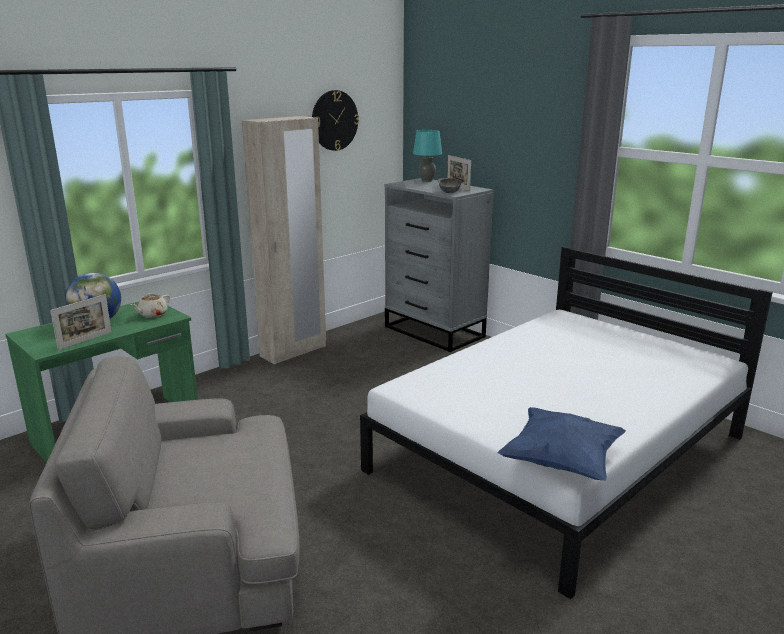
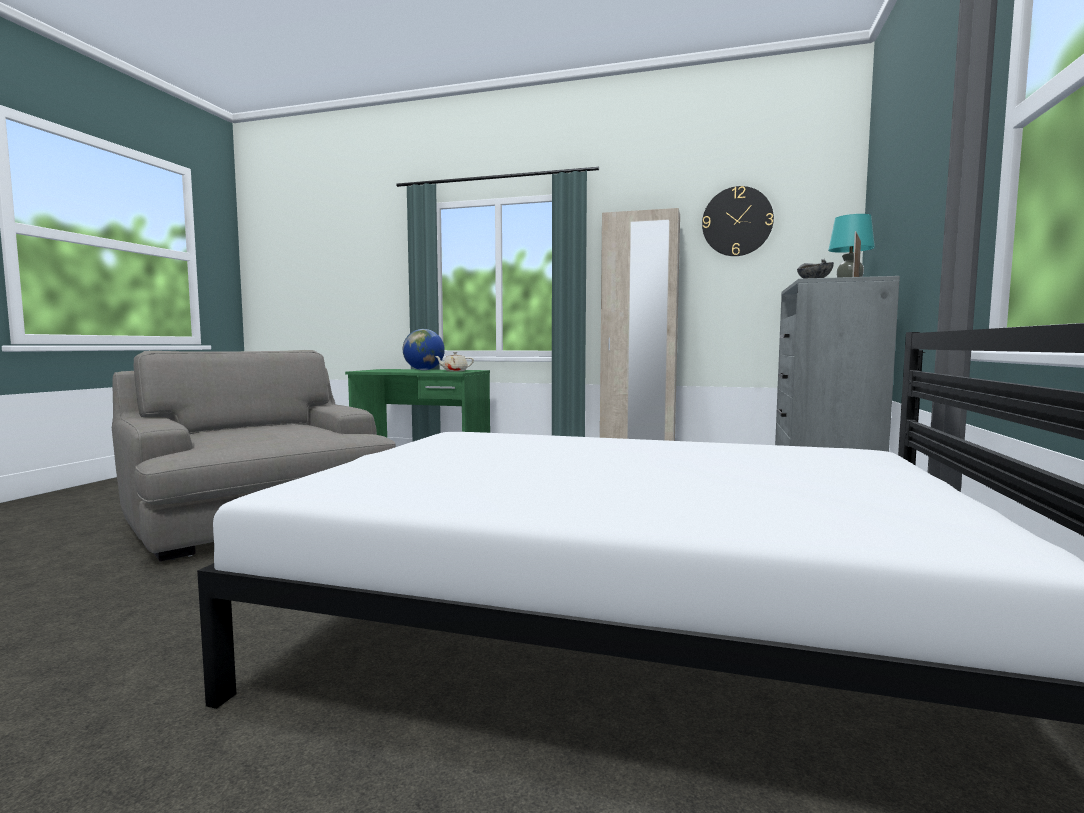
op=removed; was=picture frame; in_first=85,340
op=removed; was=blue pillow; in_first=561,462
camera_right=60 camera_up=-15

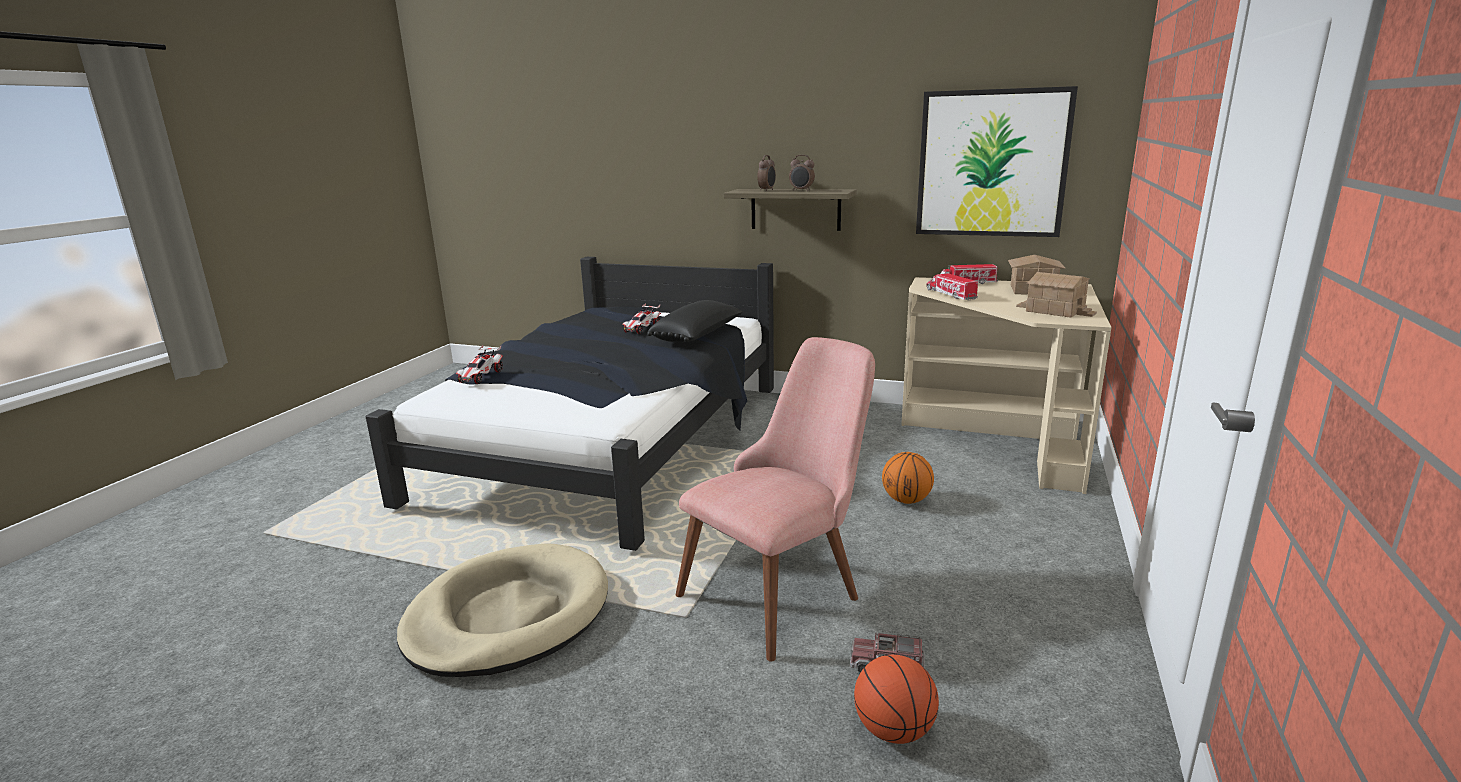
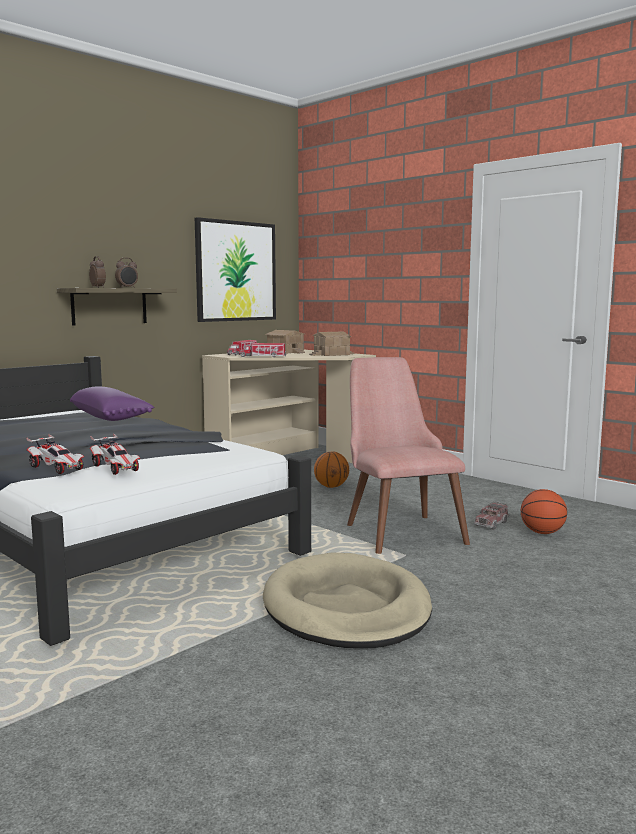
op=moved; was=toy car; in_first=642,329; in_second=116,468
op=recoloured; was=black pillow; now=purple pillow; in_first=698,336; in_second=111,418
camera_right=-65 camera_up=-10

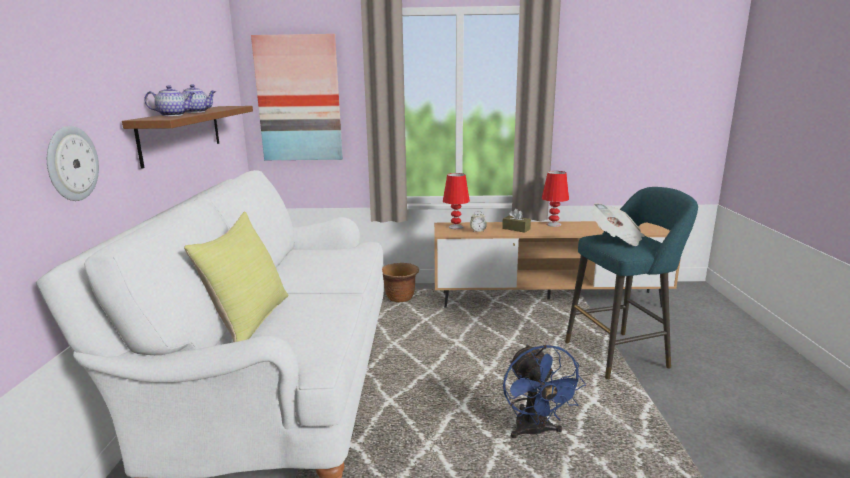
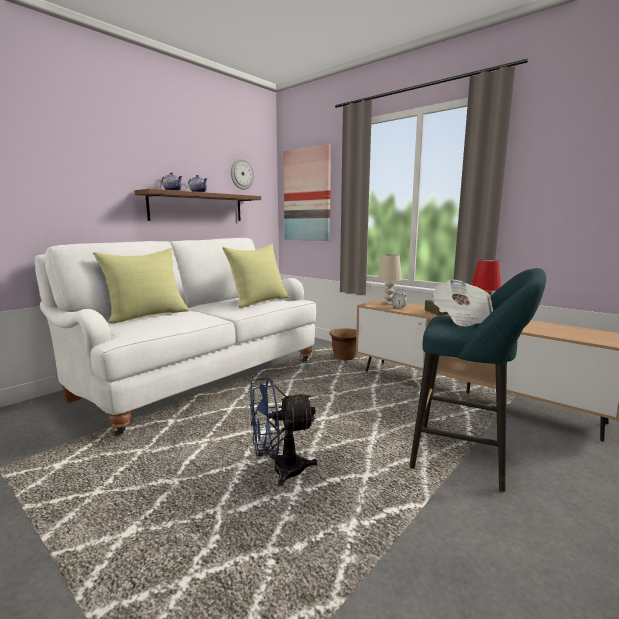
op=moved; was=wall clock; in_first=71,163; in_second=242,174
op=recoloured; was=red table lamp; now=beige table lamp; in_first=456,227; in_second=389,303
op=turned; was=blue fan; in_first=534,432; in_second=280,470; clockwise=45
op=added; now=yellow pillow; in_second=259,301
camera_right=40 camera_up=-5

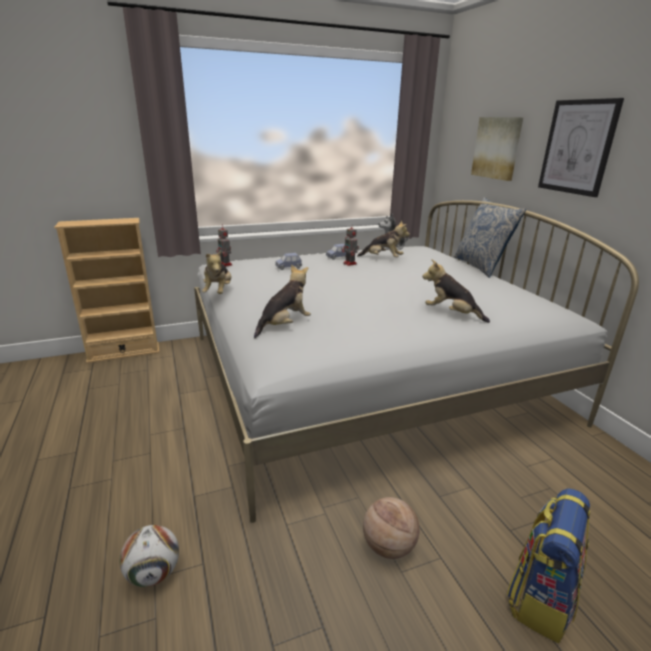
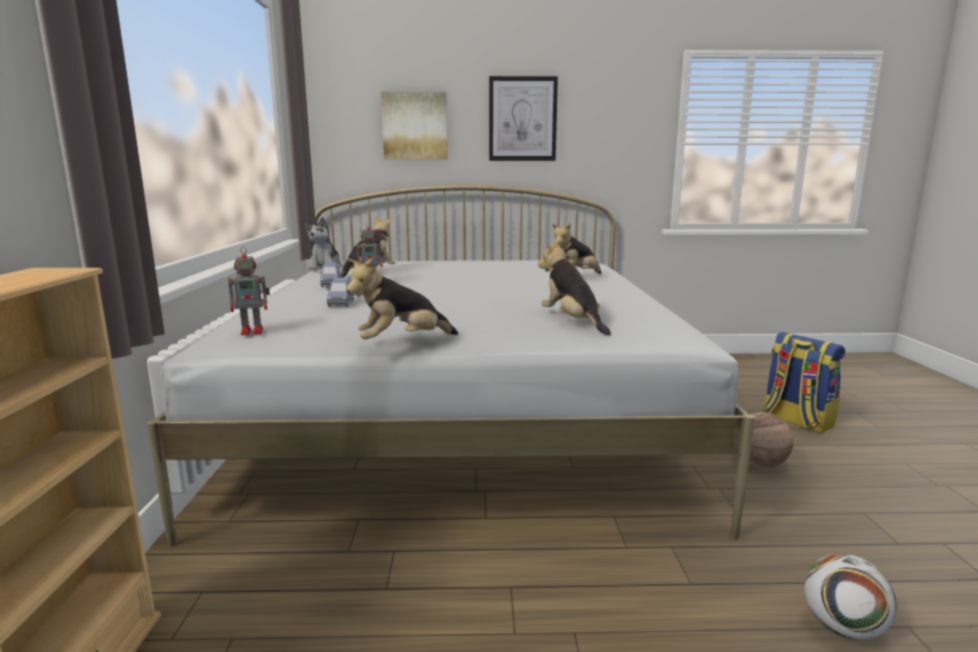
op=turned; was=plush toy; in_first=218,292; in_second=402,342; clockwise=135
op=removed; was=pillow; in_first=481,266
camera_right=-70 camera_up=-10

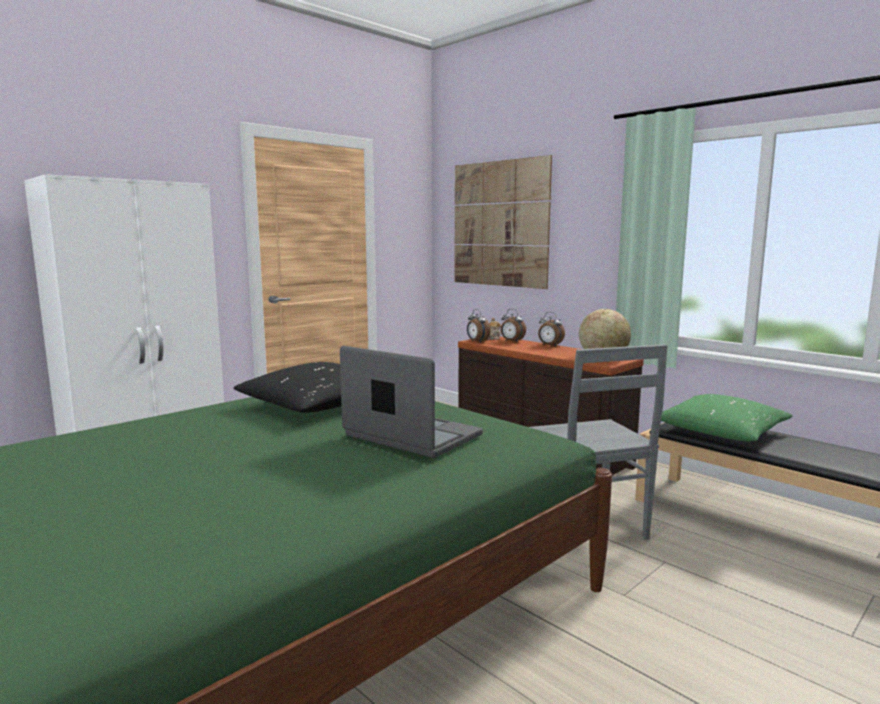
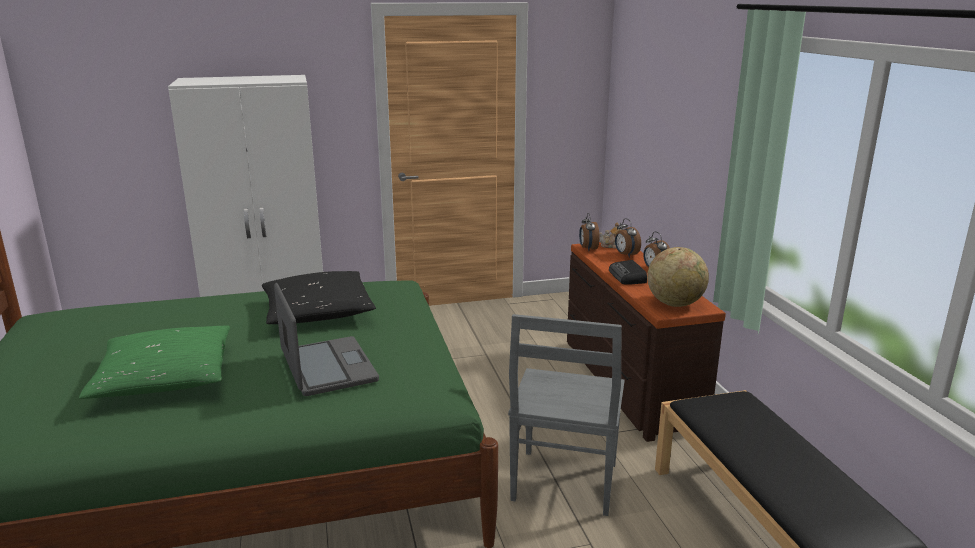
op=removed; was=picture; in_first=500,224
op=moved; was=green pillow; in_first=720,432; in_second=164,378
op=added; now=radio; in_second=628,277
camera_right=30 camera_up=10

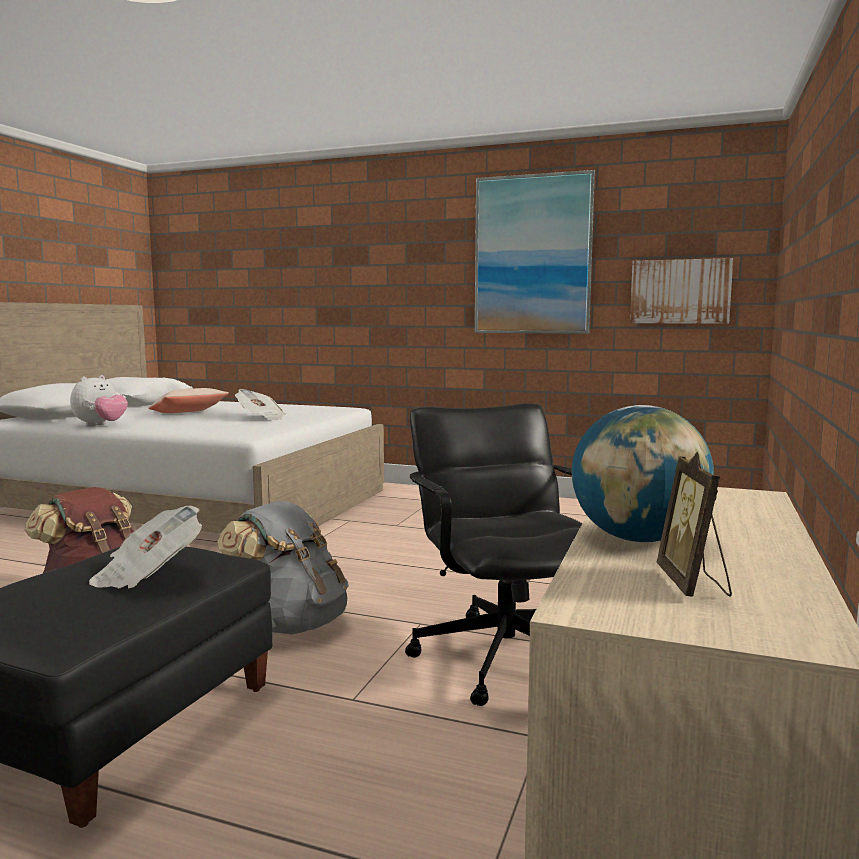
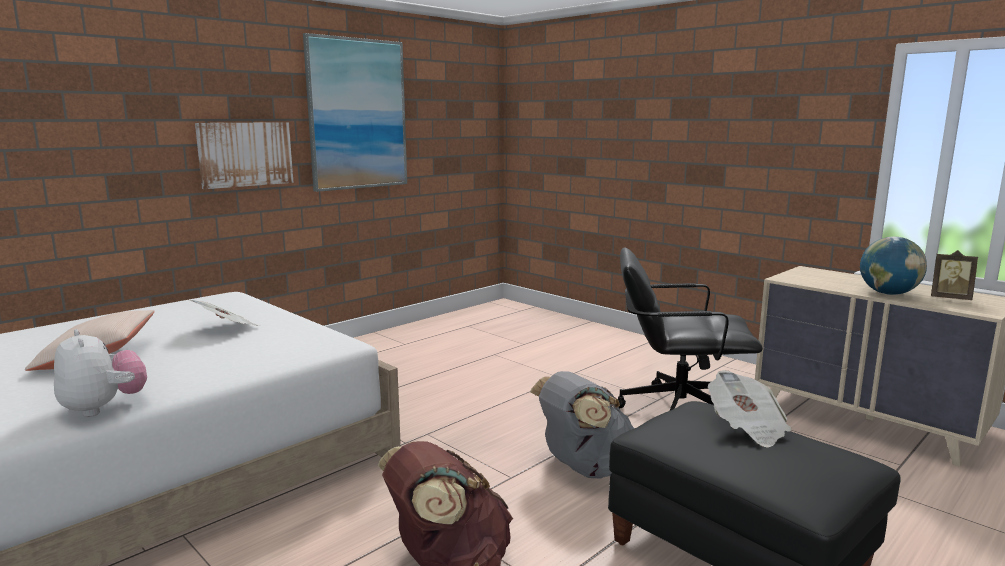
op=moved; was=picture; in_first=680,291; in_second=245,154
camera_right=-65 camera_up=5

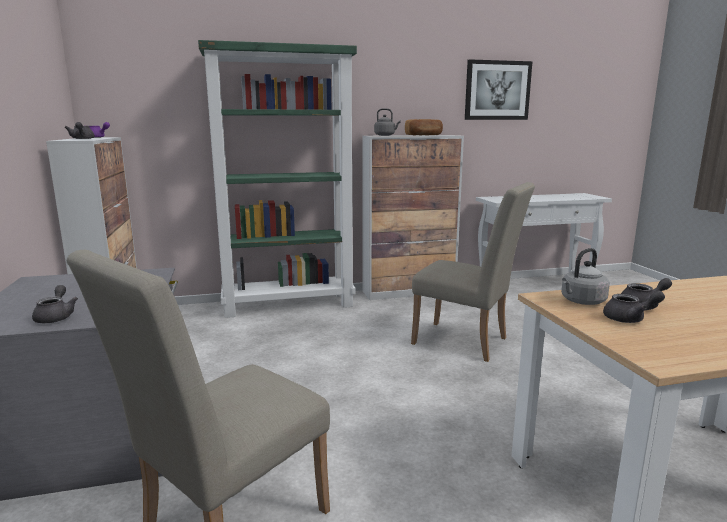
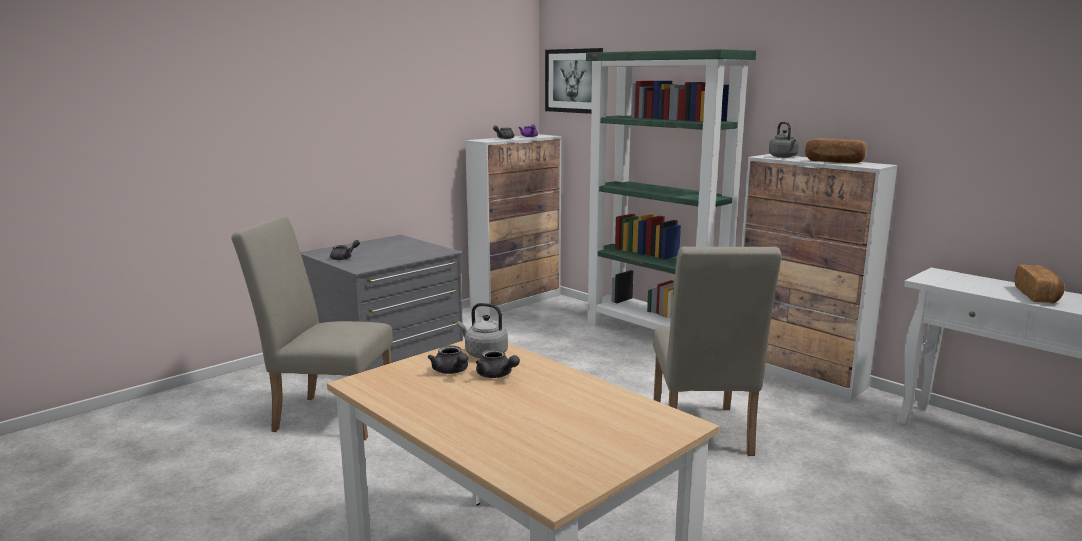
op=moved; was=picture; in_first=497,90; in_second=574,81
op=added; now=bread; in_second=1037,296
camera_right=60 camera_up=0

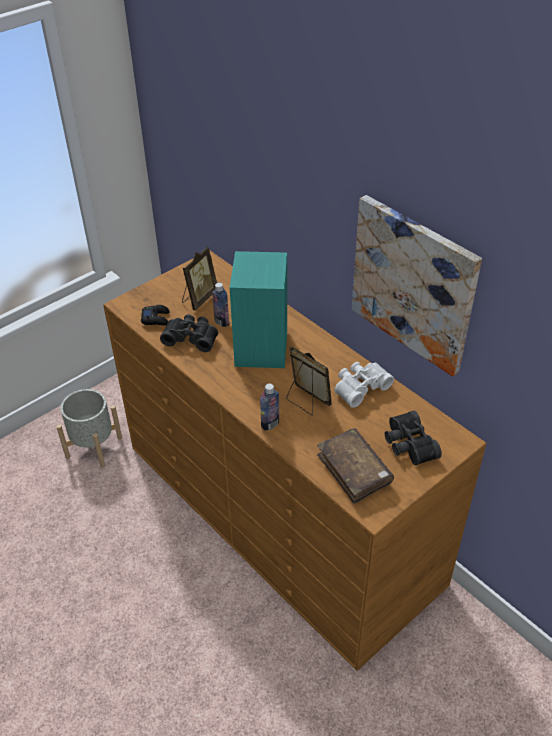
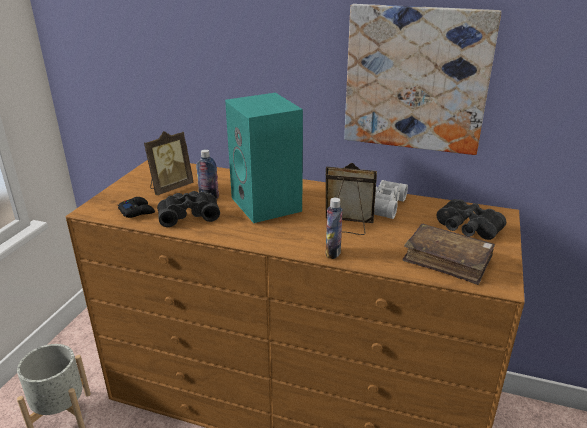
op=turned; was=picture frame; in_first=199,298; in_second=170,188; clockwise=45
camera_right=-30 camera_up=-15

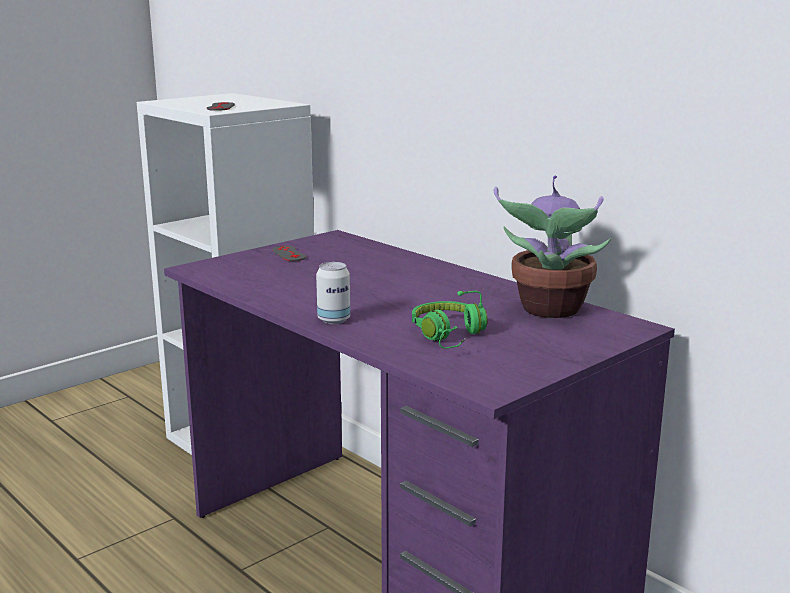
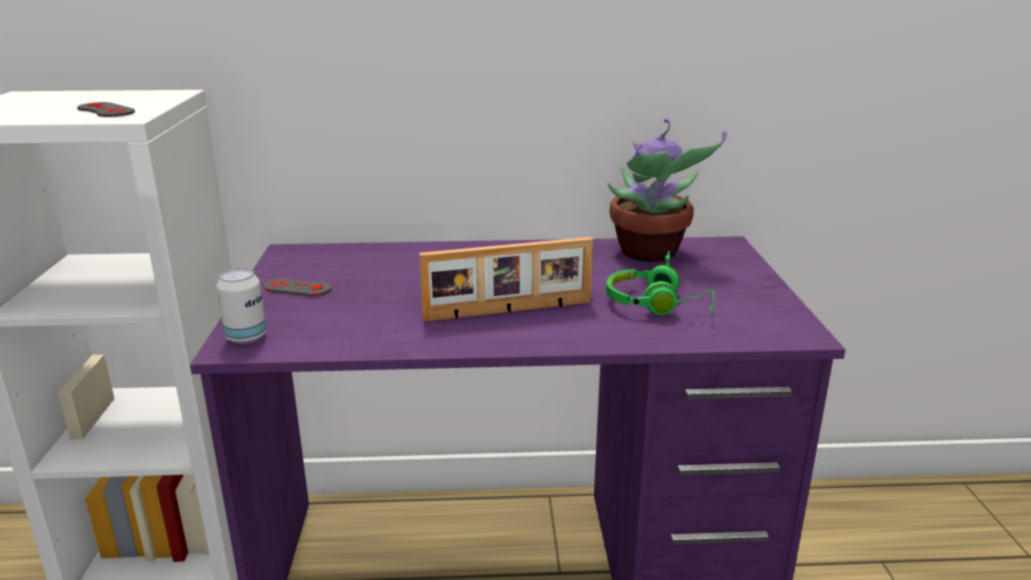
op=moved; was=can; in_first=334,320; in_second=246,337
op=added; now=picture frame; in_second=508,311
camera_right=-50 camera_up=5

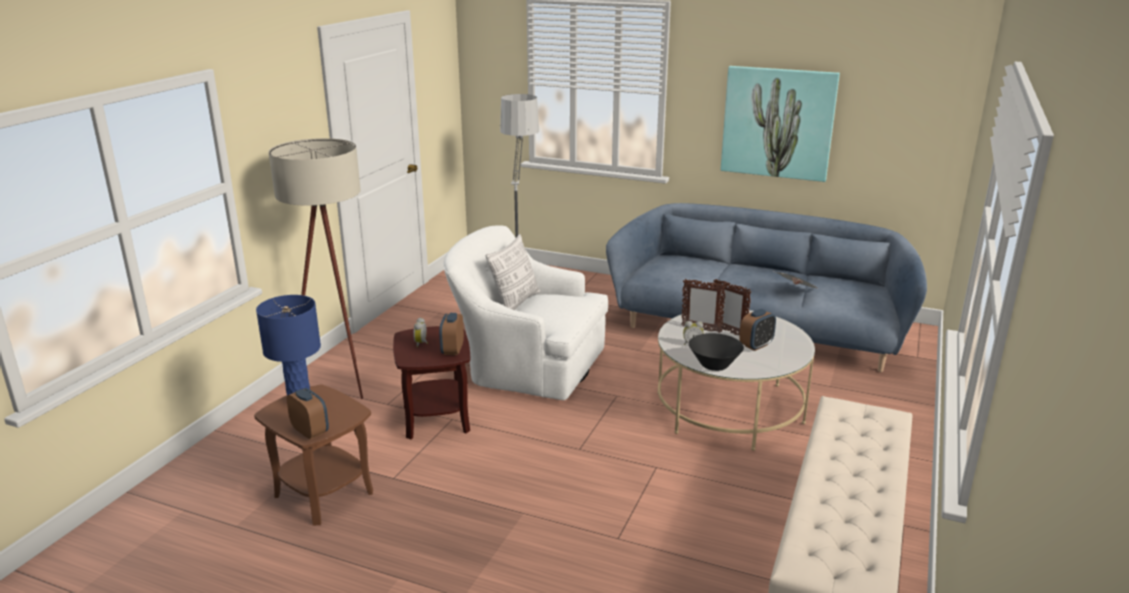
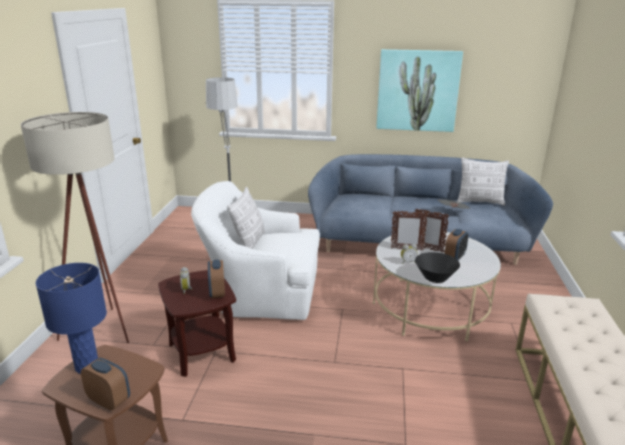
op=added; now=pillow; in_second=480,202
camera_right=-15 camera_up=0

